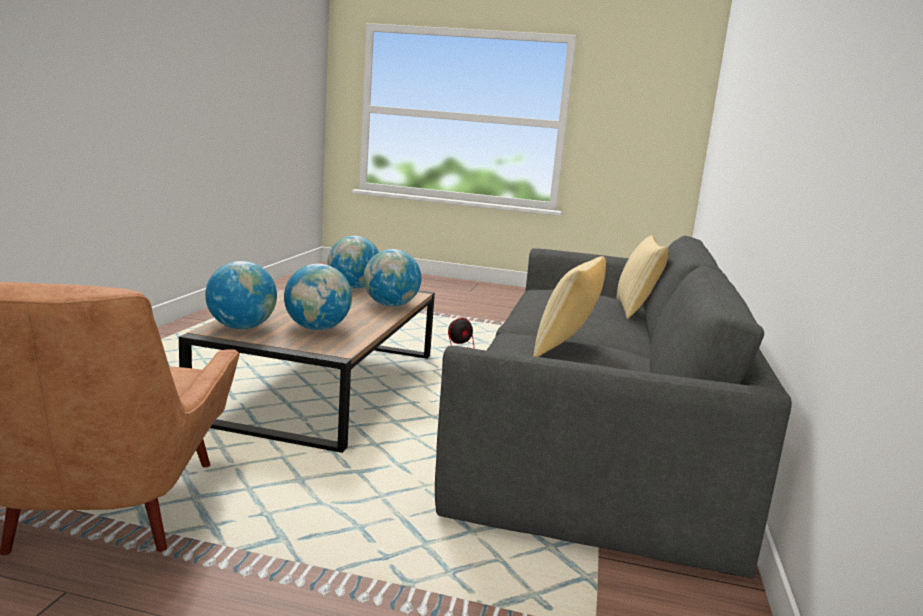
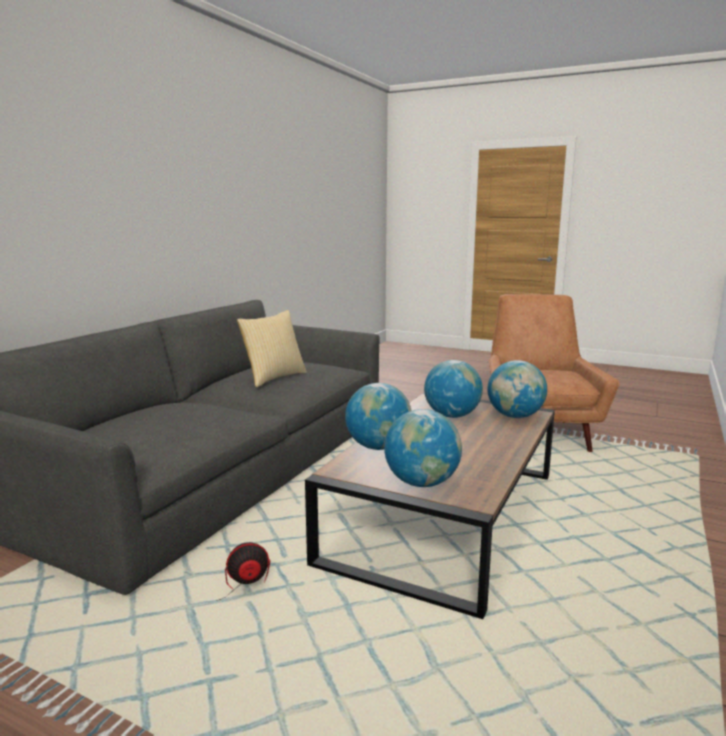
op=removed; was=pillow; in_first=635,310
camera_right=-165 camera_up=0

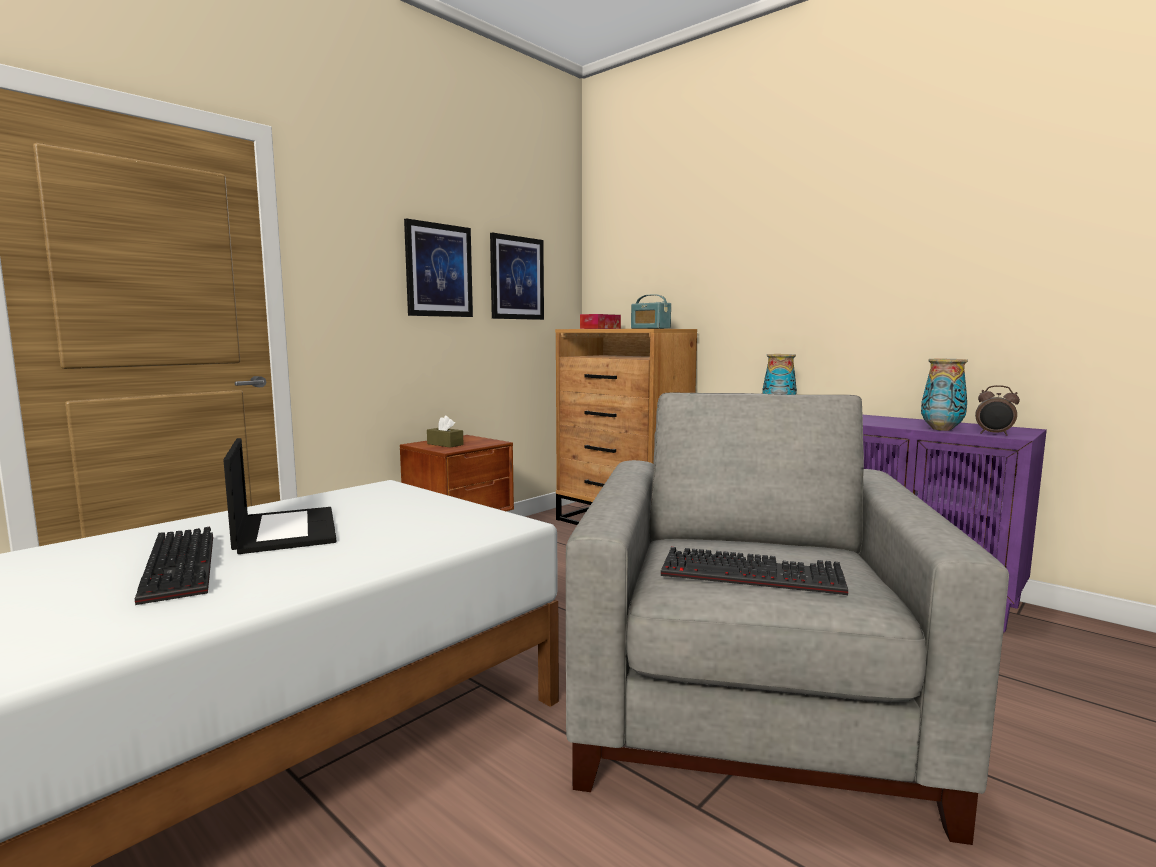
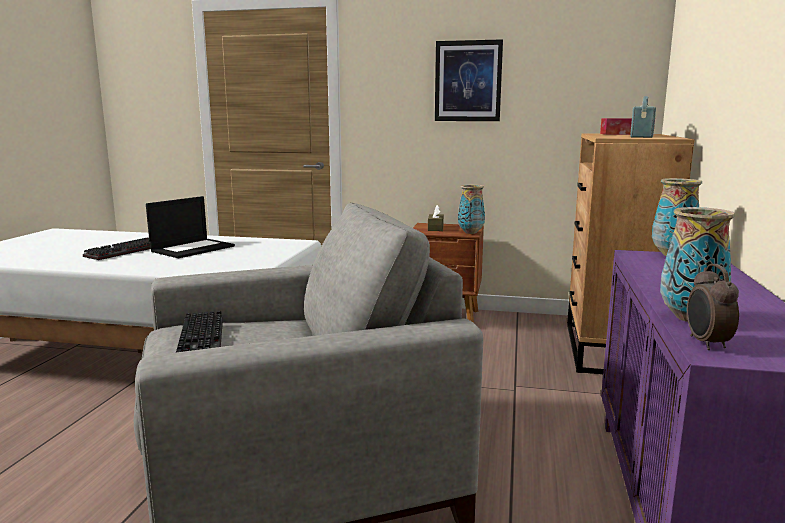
op=removed; was=picture; in_first=517,278
op=added; now=vase; in_second=471,232
camera_right=60 camera_up=5

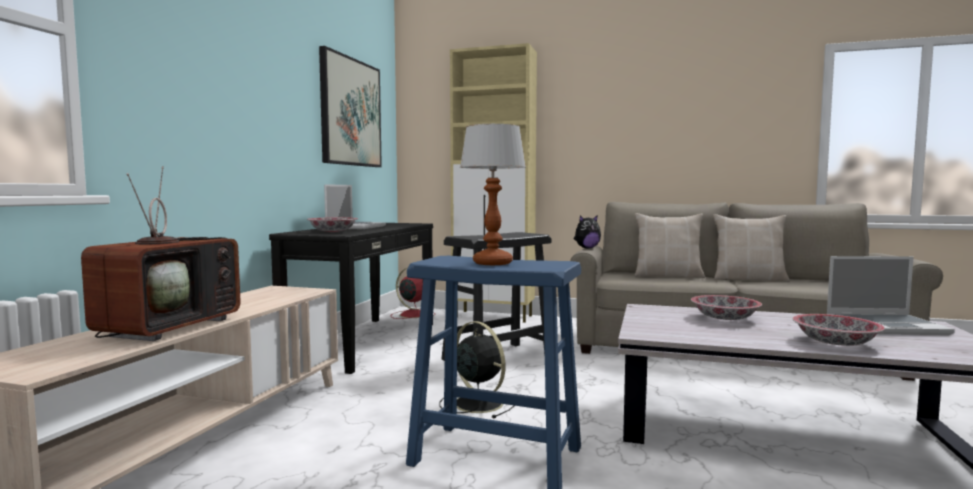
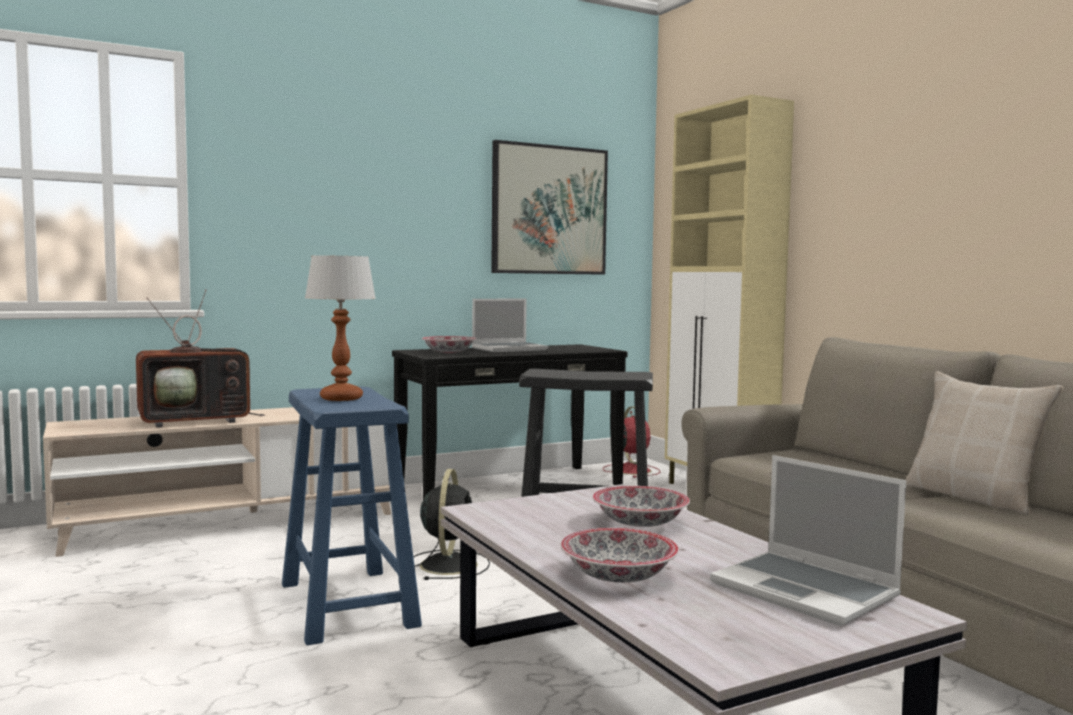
op=removed; was=plush toy; in_first=587,248
op=removed; was=beige pillow; in_first=668,276
camera_right=45 camera_up=0

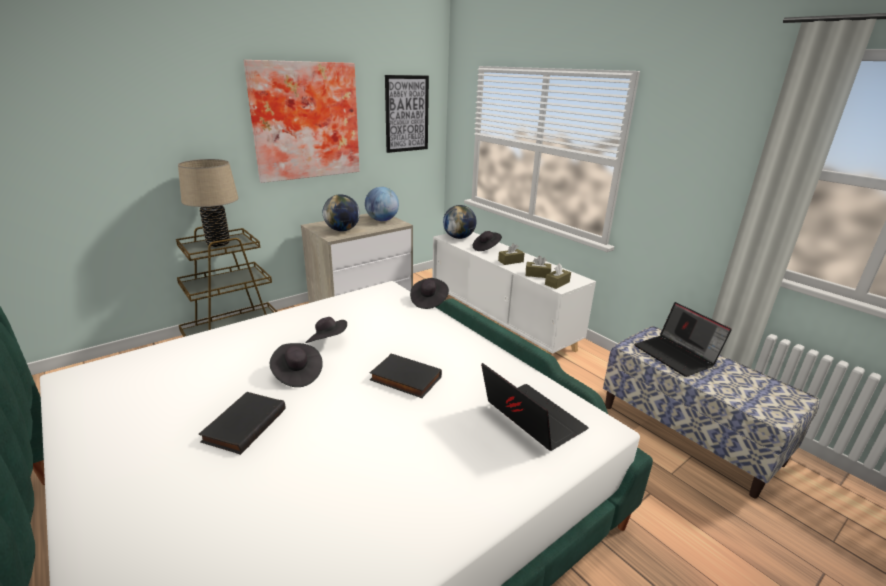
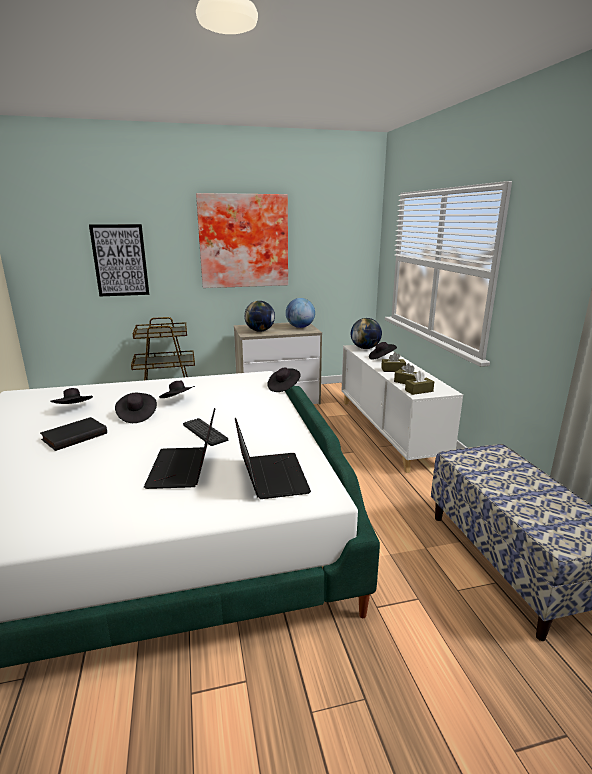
op=removed; was=beige table lamp; in_first=218,243
op=replaced; was=black book; now=keyboard; in_first=404,379; in_second=205,432
op=moved; was=picture; in_first=406,114; in_second=120,260
op=moved; was=laptop; in_first=677,355; in_second=184,469
op=added; now=black hat; in_second=74,409
camera_right=25 camera_up=-5

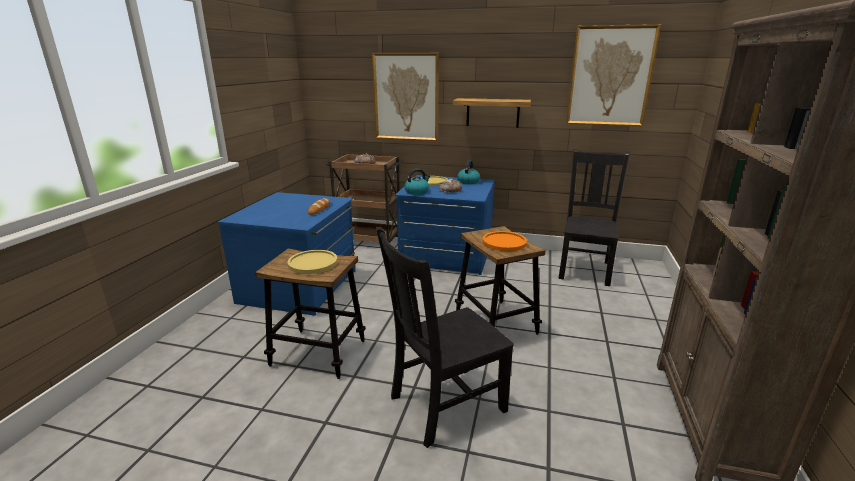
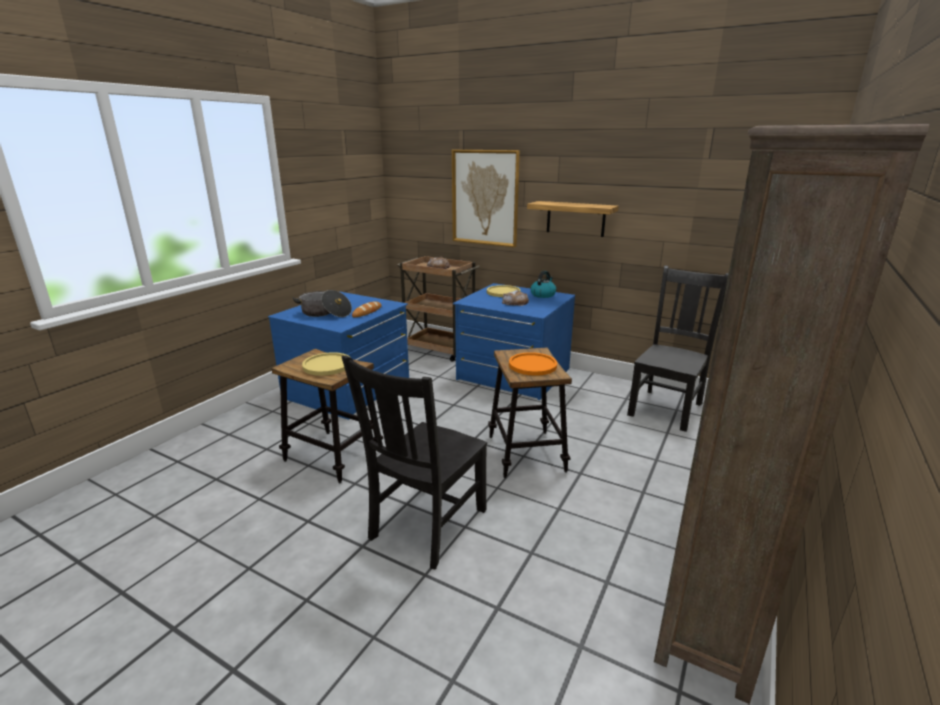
op=turned; was=black chair; in_first=444,405; in_second=426,526; clockwise=-45
op=removed; was=kettle; in_first=417,192
op=removed; was=picture; in_first=610,76
op=added; now=cooking pot; in_second=325,313
camera_right=15 camera_up=0

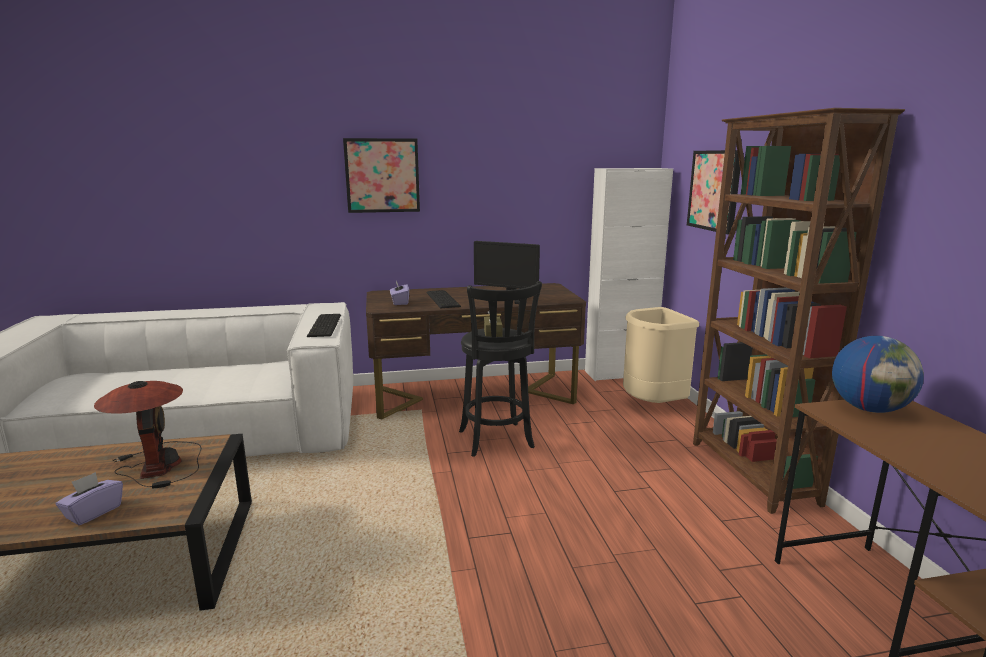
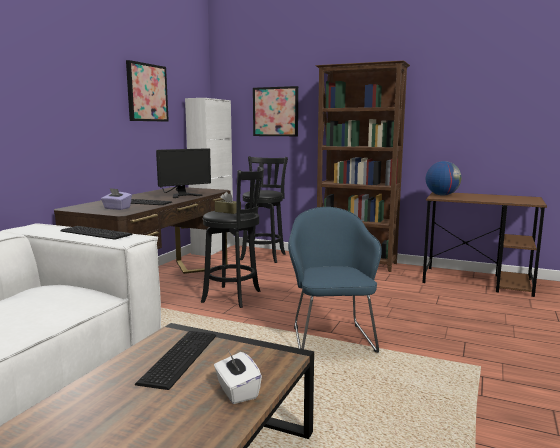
op=recoloured; was=purple tissue box; now=white tissue box; in_first=93,512; in_second=237,391
op=replaced; was=table lamp; now=keyboard; in_first=158,464; in_second=177,358
op=moved; was=picture; in_first=382,175; in_second=147,92
op=replaced; was=beige trash can; now=black stool; in_first=652,405; in_second=264,256
op=added; now=blue armchair; in_second=331,337
camera_right=-55 camera_up=-5

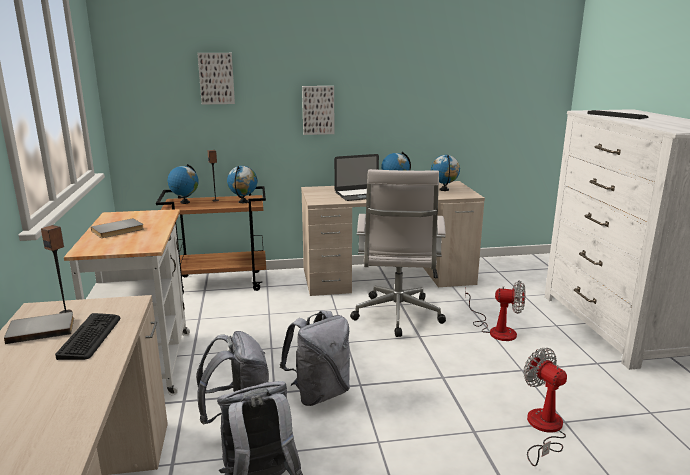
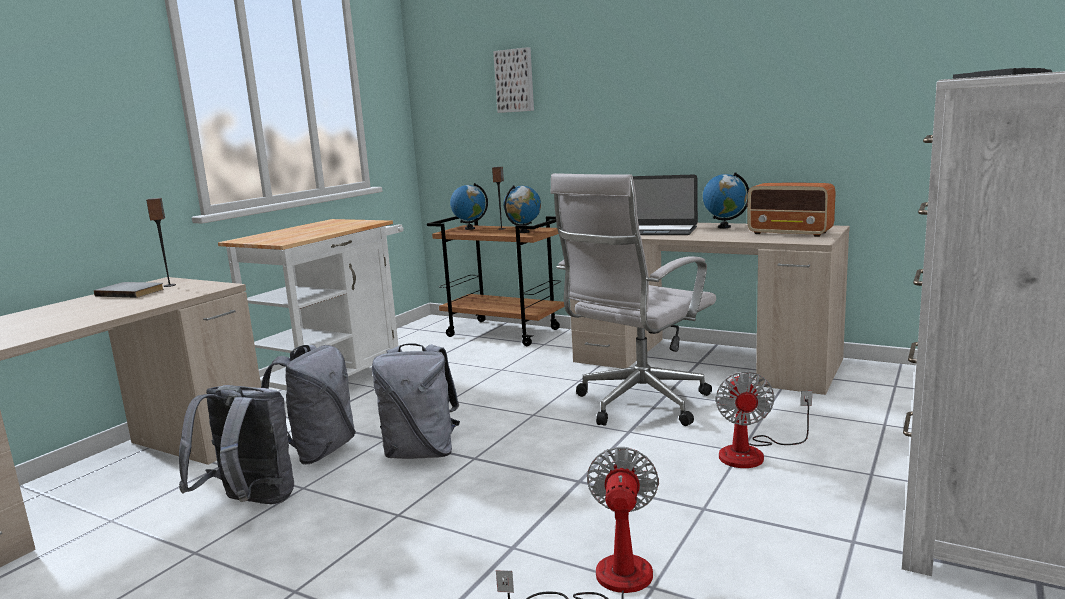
op=removed; was=keyboard; in_first=91,336
op=removed; was=grey book; in_first=118,230
op=removed; was=picture; in_first=318,110
op=replaced; was=globe; now=radio; in_first=444,190; in_second=790,233
op=turned; was=fan; in_first=496,330; in_second=753,453; clockwise=45
camera_right=40 camera_up=-5

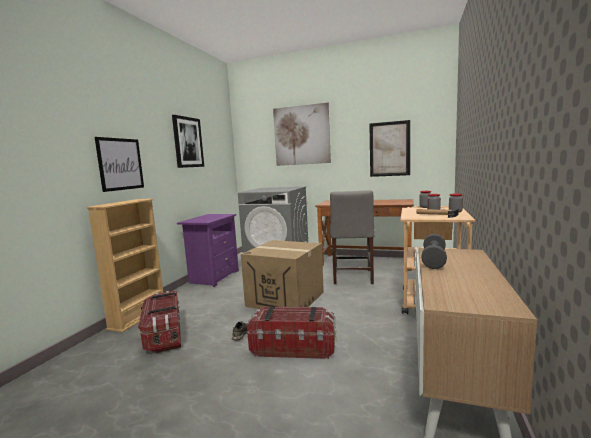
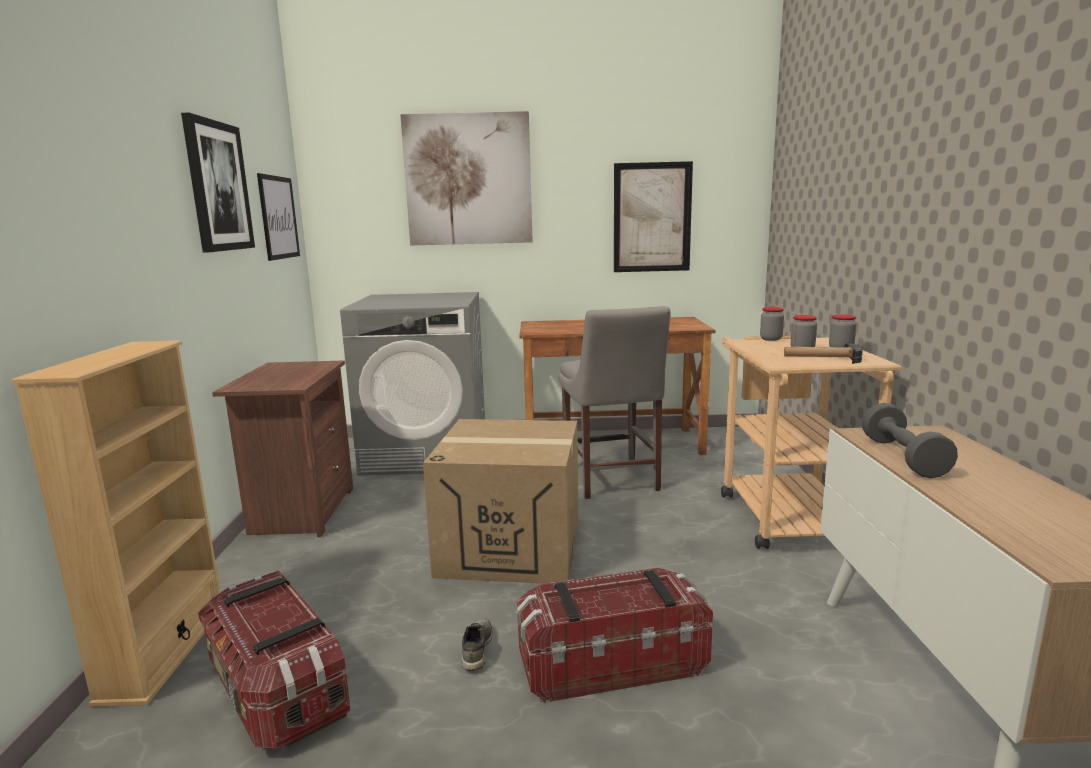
op=moved; was=picture; in_first=120,164; in_second=278,217
op=recoloured; was=purple nightstand; now=brown nightstand; in_first=213,277; in_second=301,511
camera_right=-20 camera_up=5

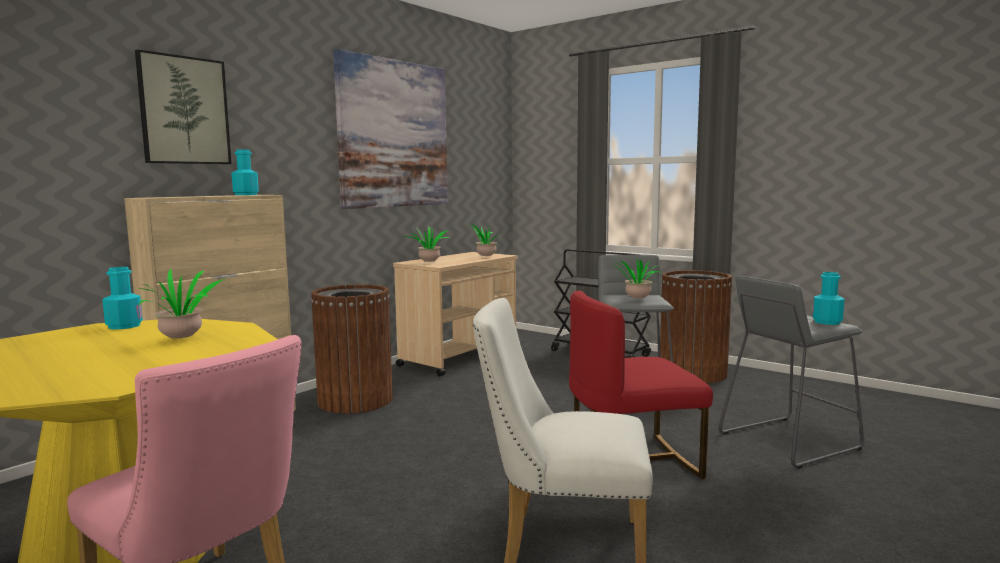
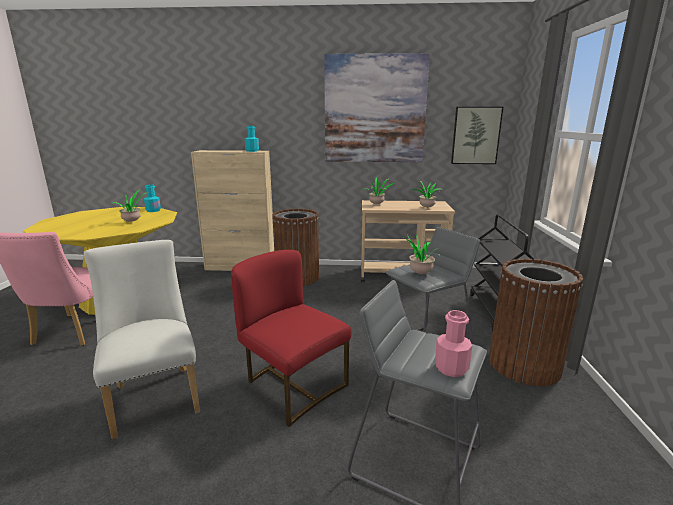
op=moved; was=picture; in_first=184,110; in_second=475,135
op=recoloured; was=turquoise bottle; now=pink bottle; in_first=827,322; in_second=451,368
camera_right=55 camera_up=10

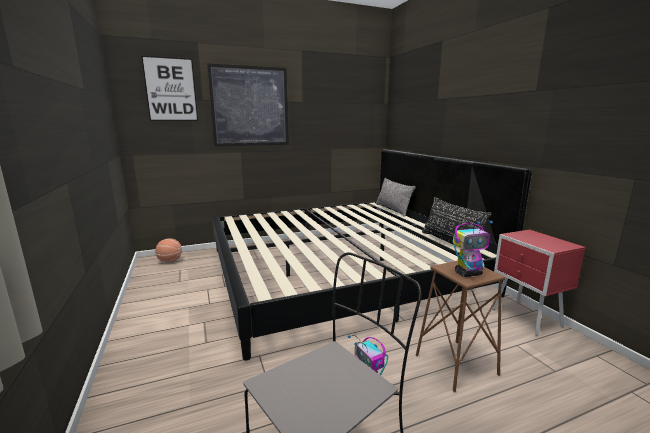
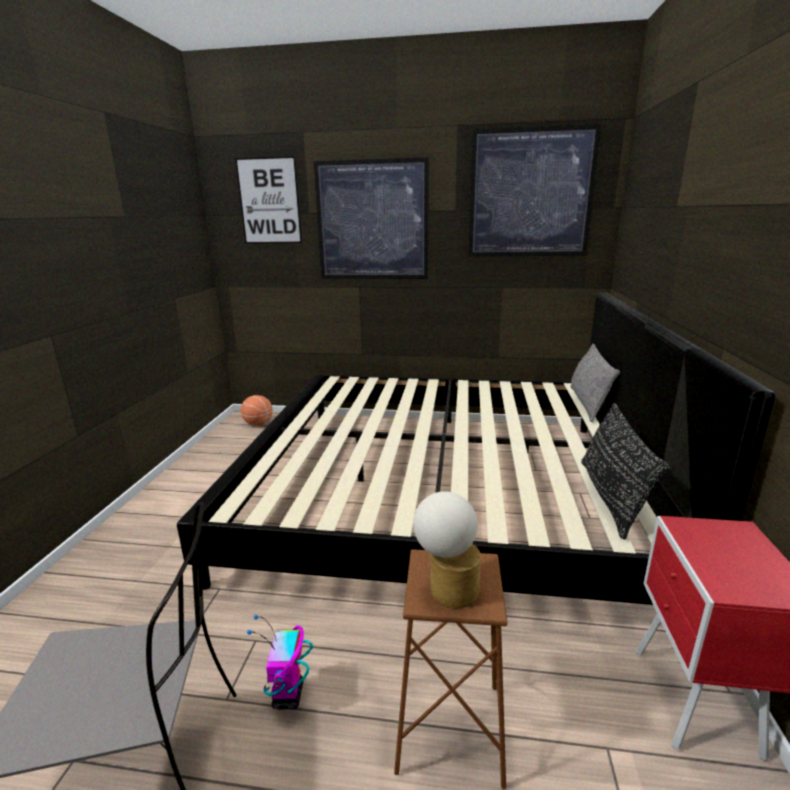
op=replaced; was=toy robot; now=table lamp; in_first=468,273; in_second=446,588
op=added; now=picture; in_second=530,194
camera_right=30 camera_up=5

